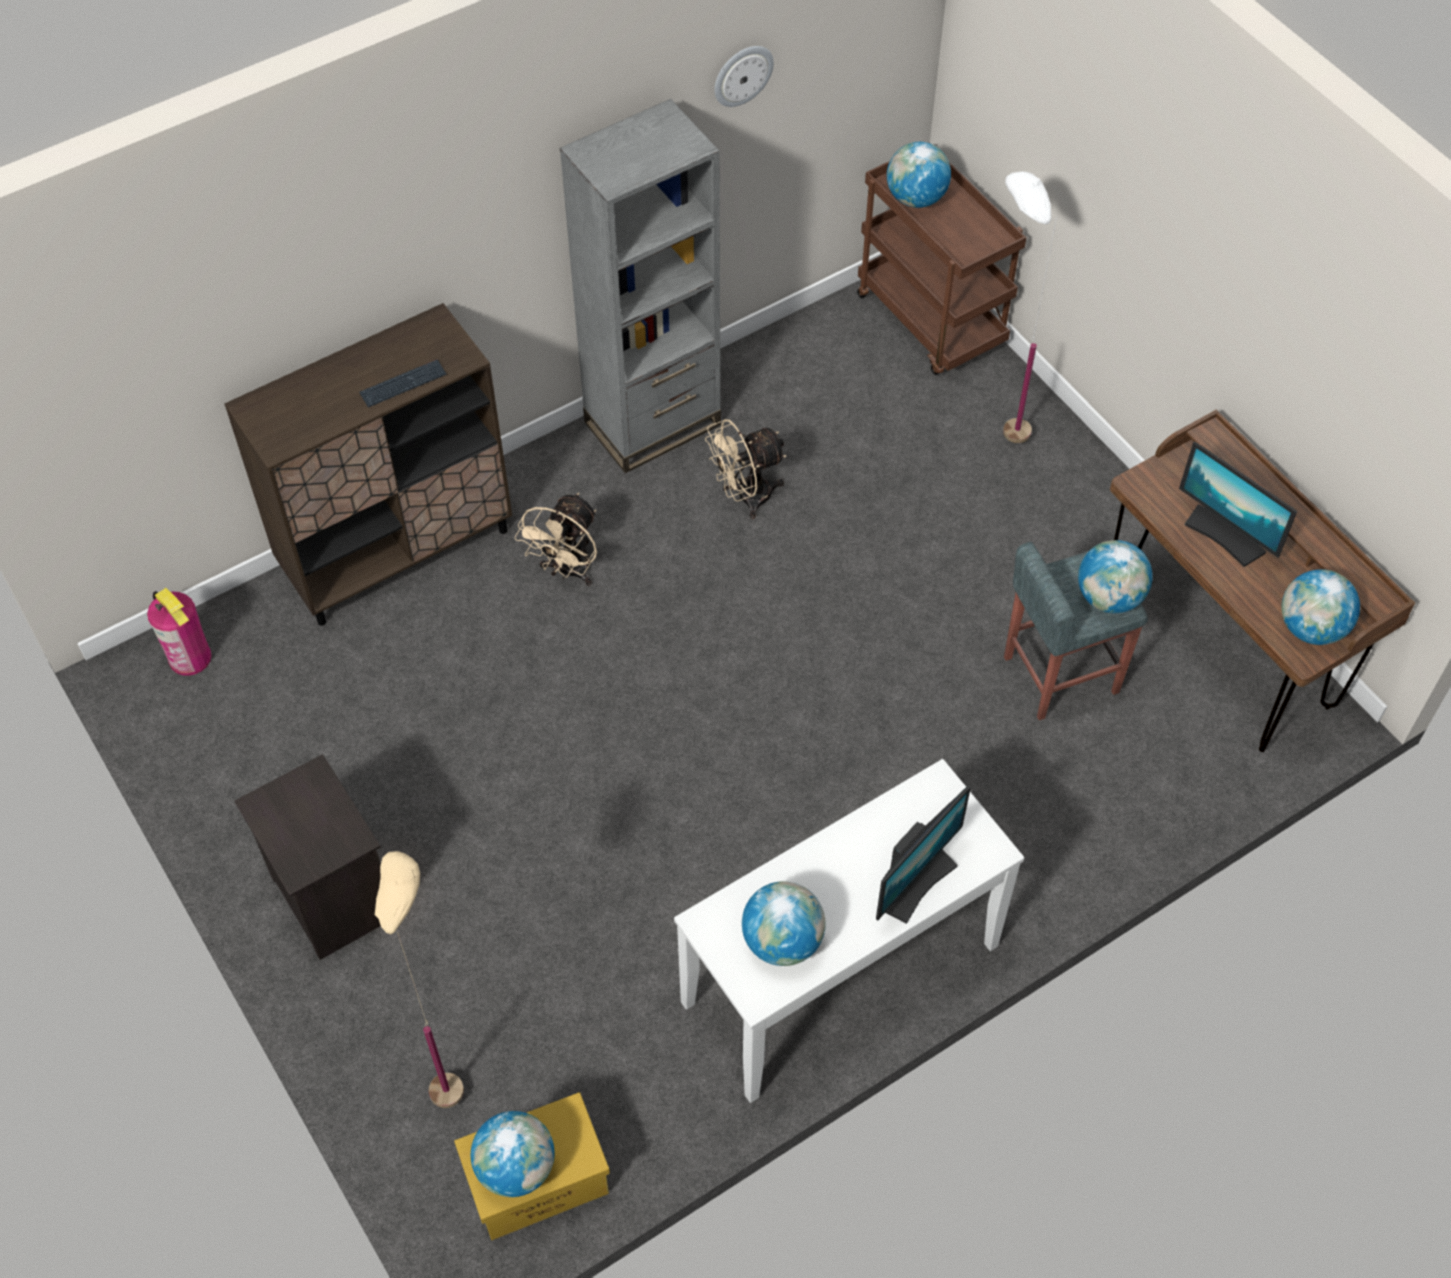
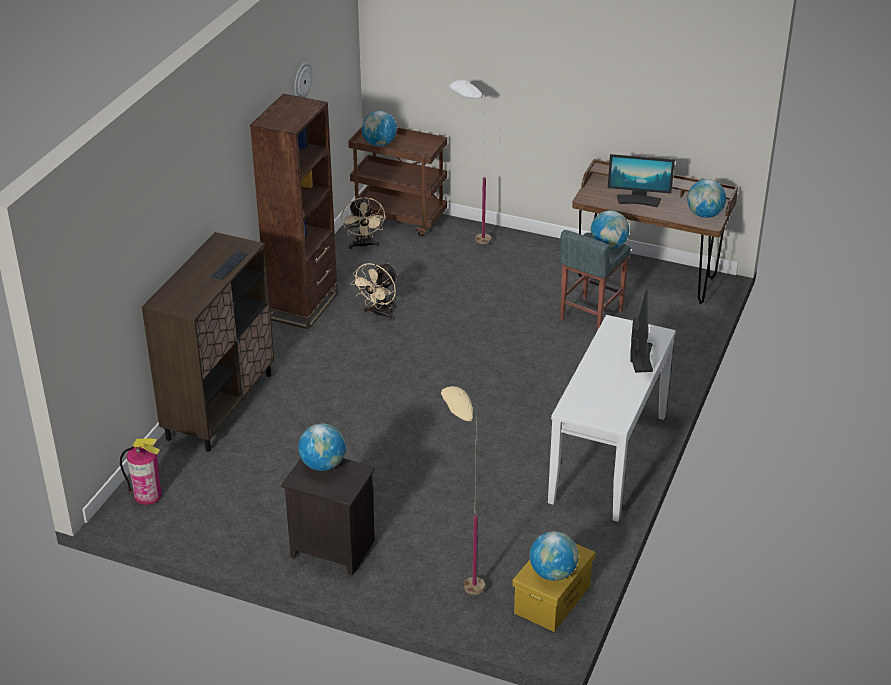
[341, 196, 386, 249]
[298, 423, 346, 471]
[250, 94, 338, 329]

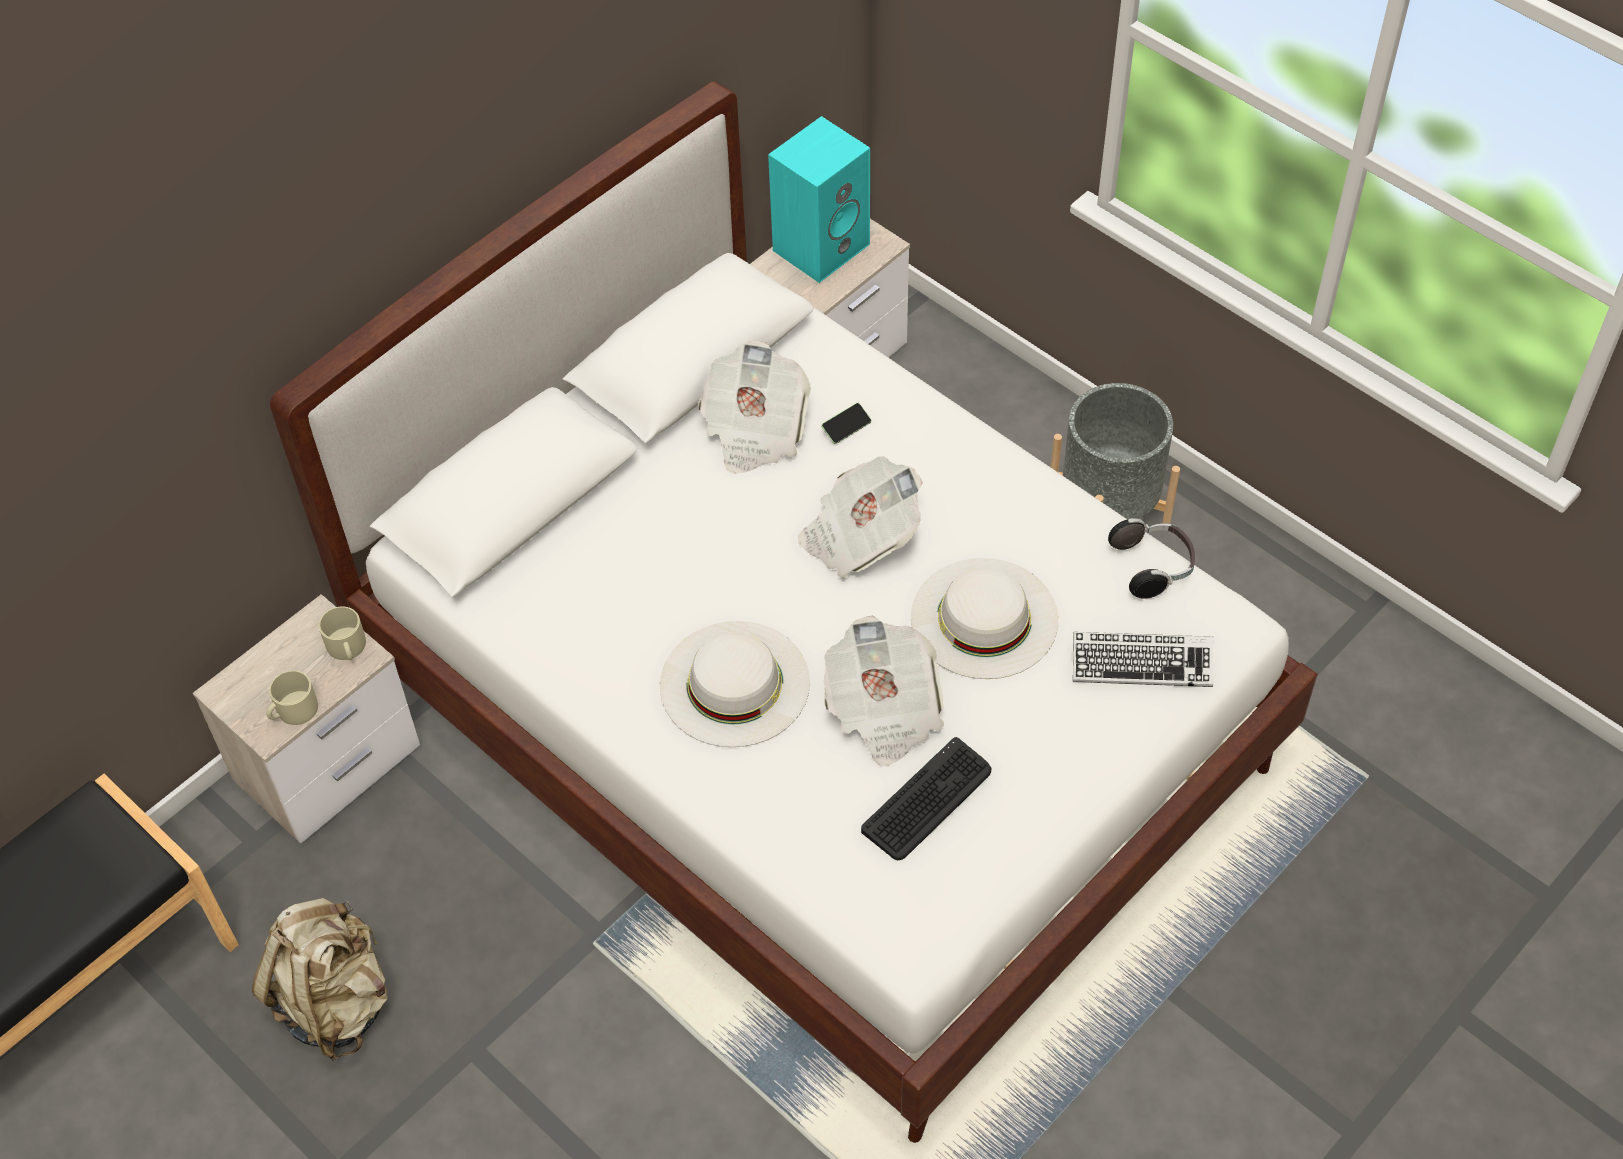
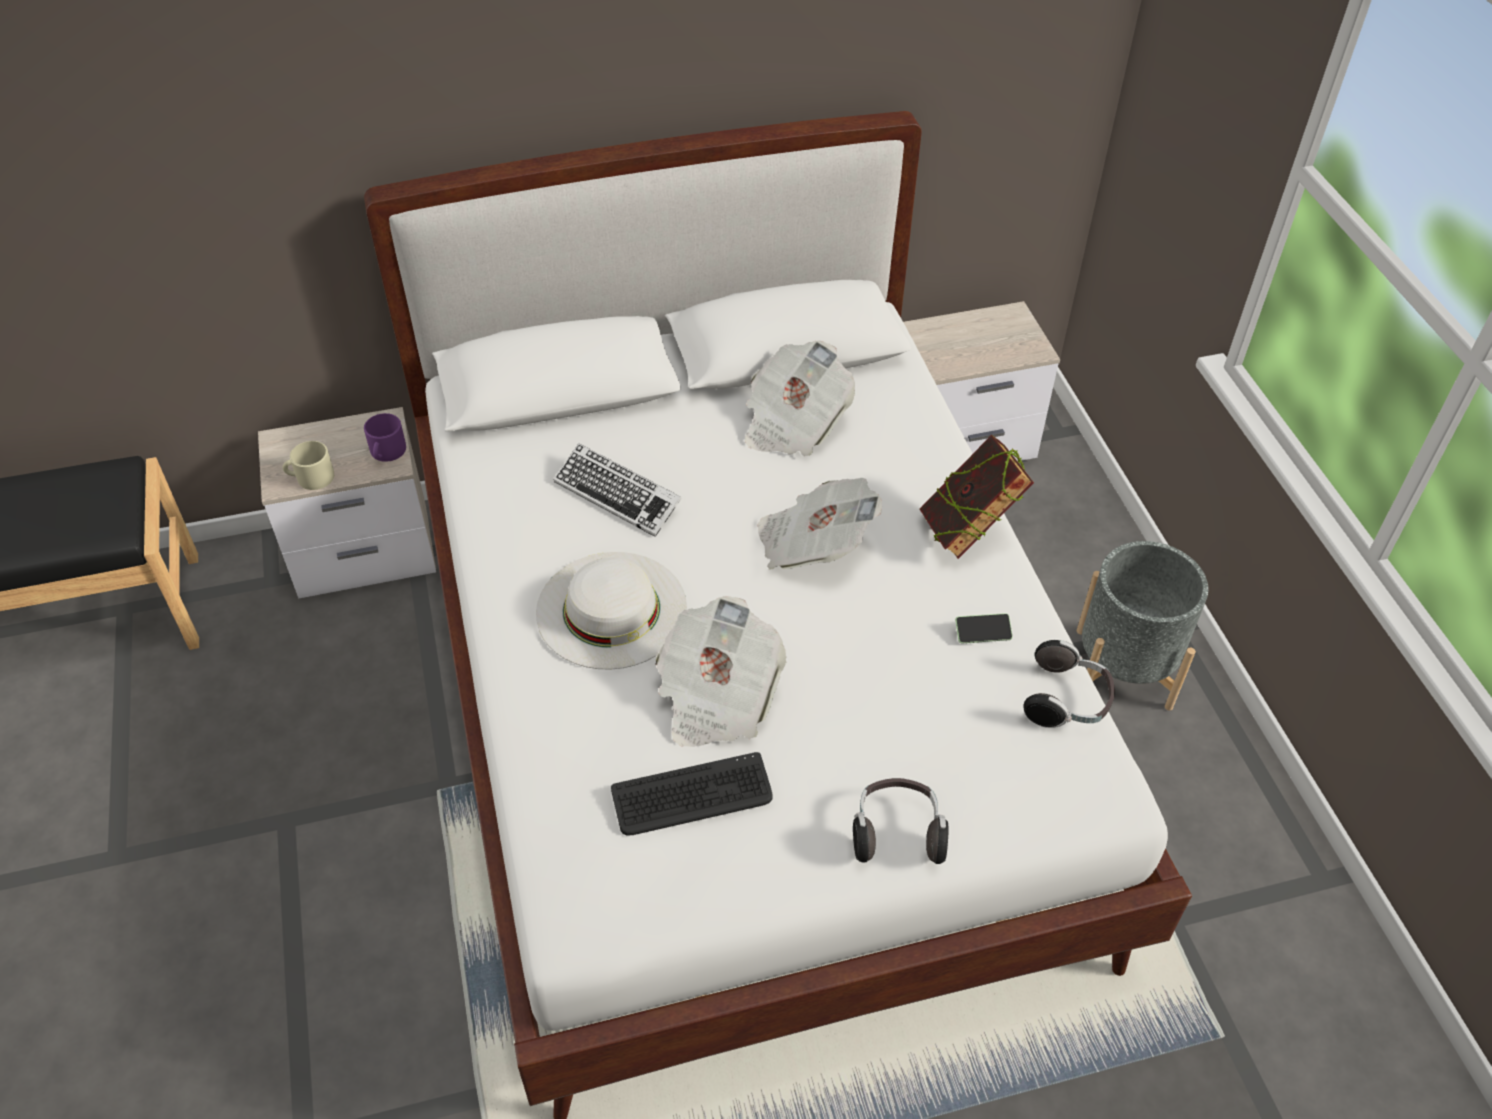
[252, 898, 388, 1061] (first image)
[768, 116, 870, 283] (first image)
[911, 558, 1058, 679] (first image)
[853, 778, 948, 864]
[920, 435, 1034, 559]
[955, 613, 1013, 644]
[553, 443, 682, 537]
[364, 413, 406, 462]

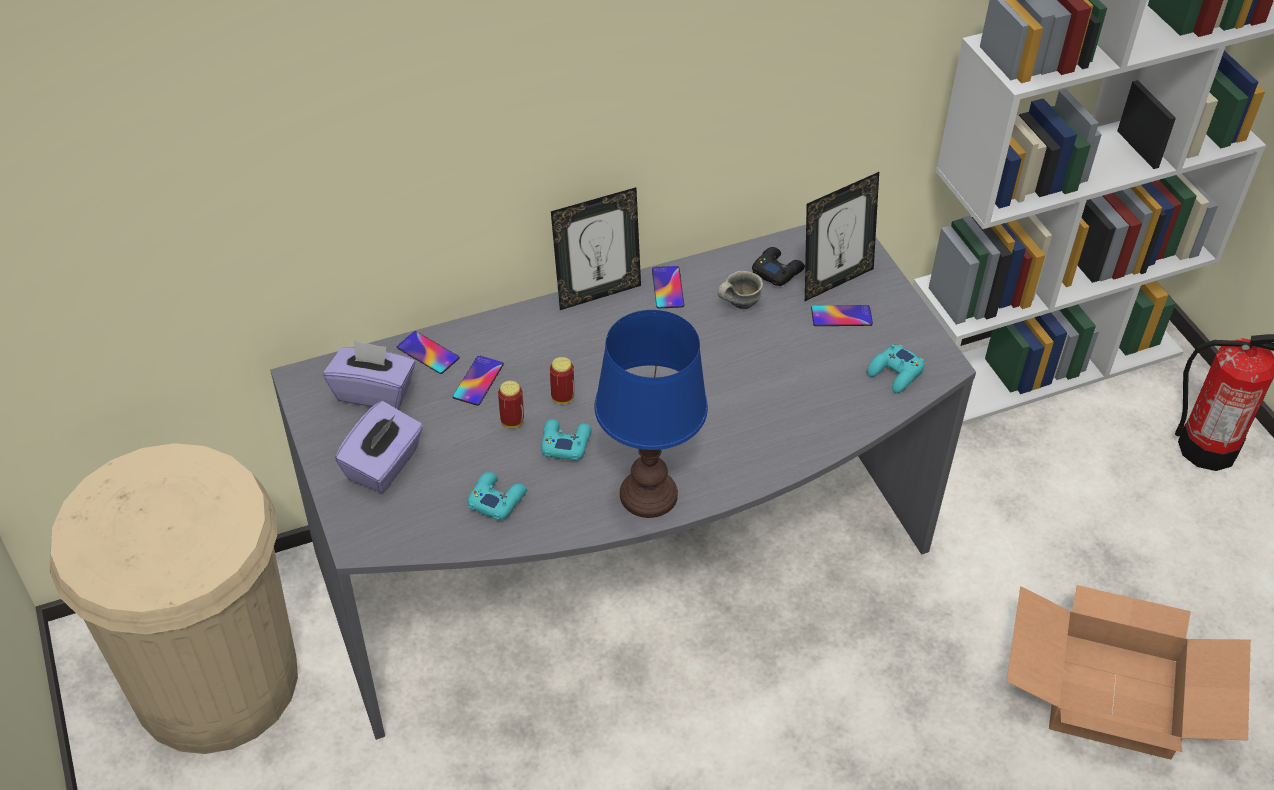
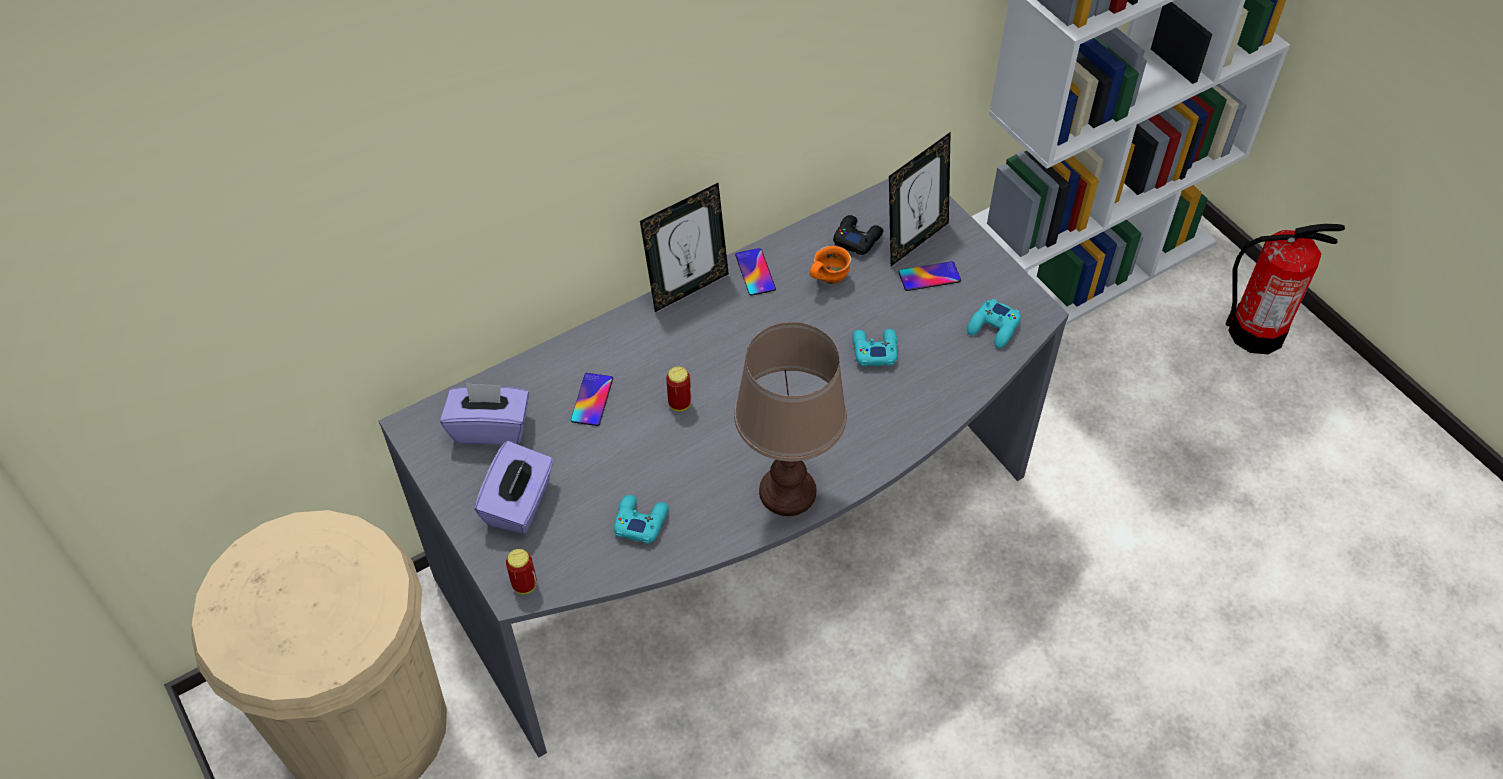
[397, 331, 460, 374] (first image)
[1006, 585, 1251, 760] (first image)
[506, 549, 537, 594]
[852, 329, 898, 366]
[734, 322, 847, 516]
[809, 246, 851, 284]

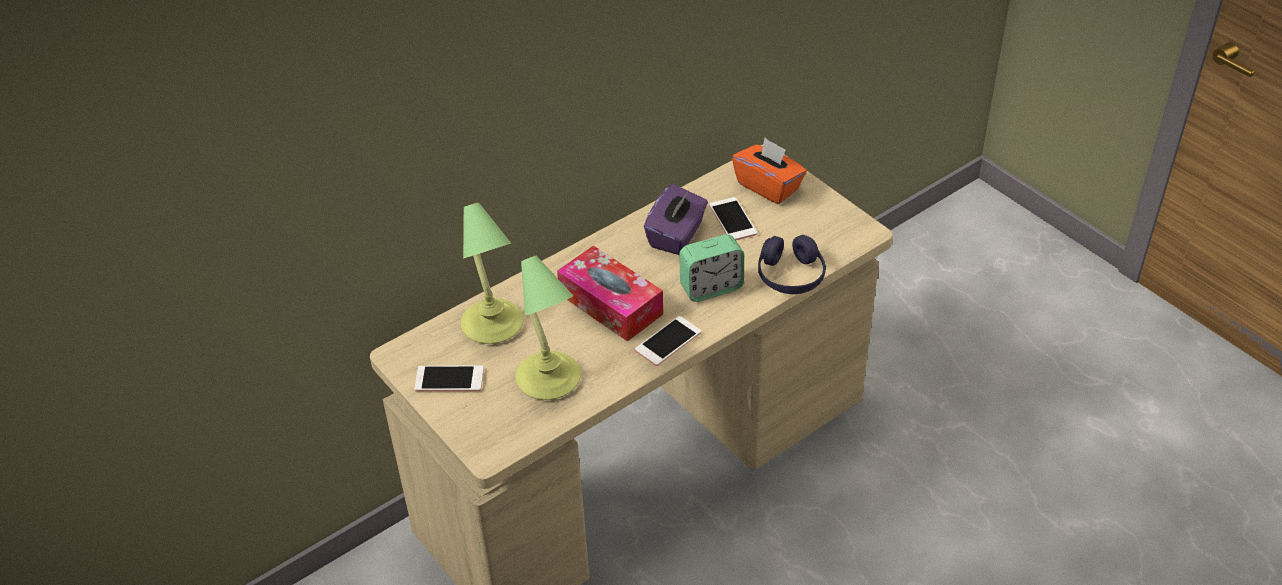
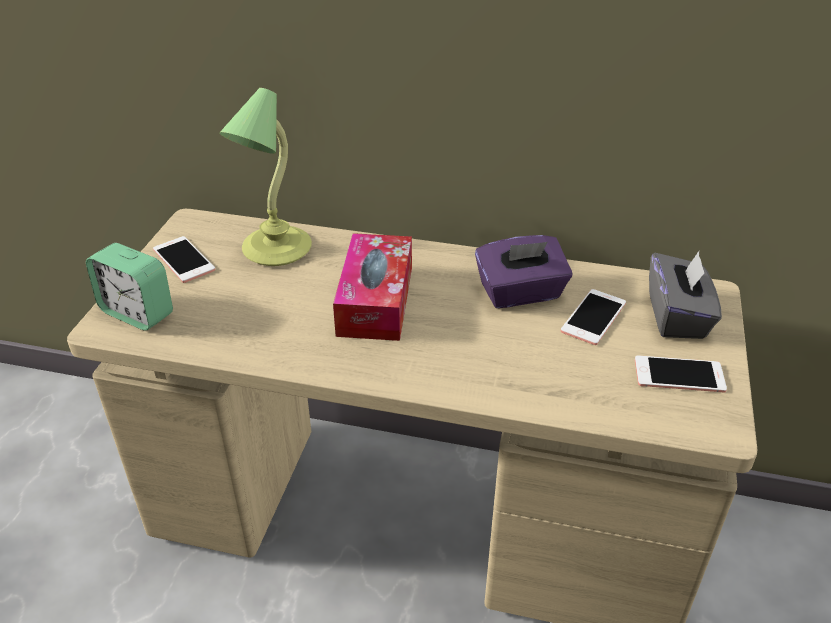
[515, 256, 581, 400] (first image)
[758, 235, 826, 294] (first image)
[635, 355, 727, 393]
[86, 243, 173, 331]
[649, 251, 722, 339]

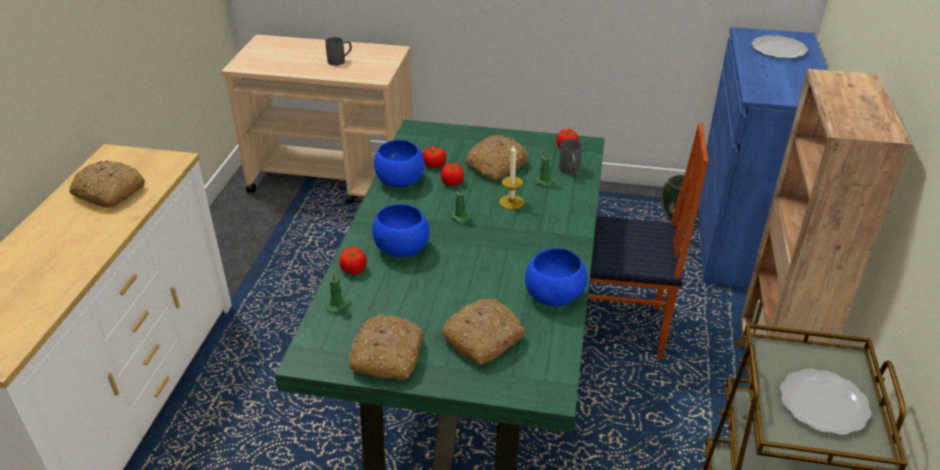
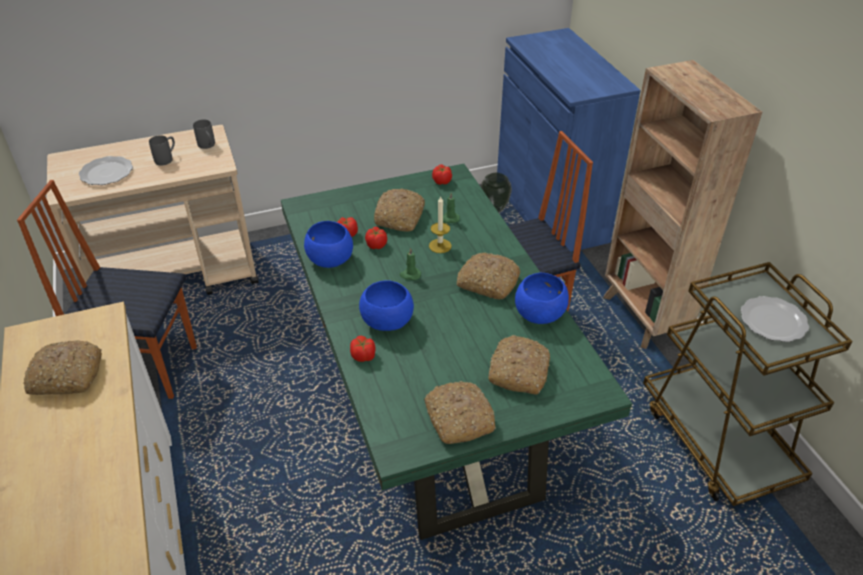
[325, 272, 352, 313] (first image)
[17, 180, 197, 399]
[457, 252, 520, 299]
[193, 120, 215, 149]
[79, 156, 133, 185]

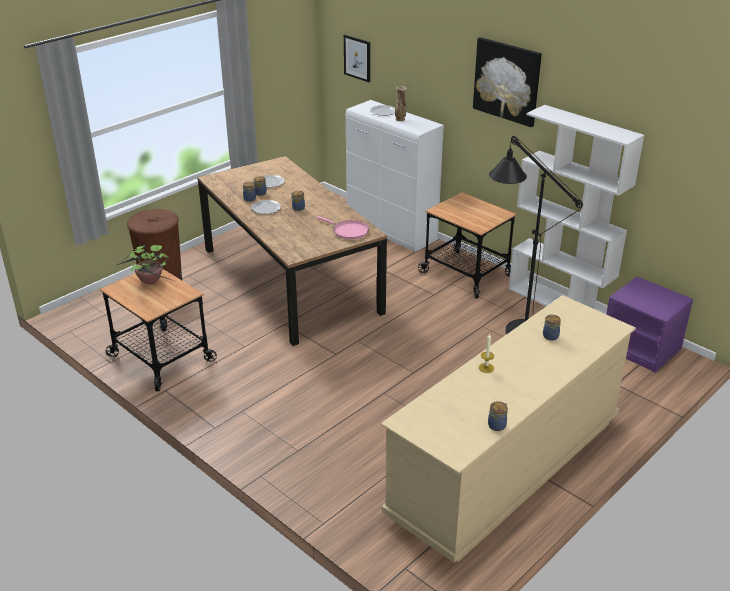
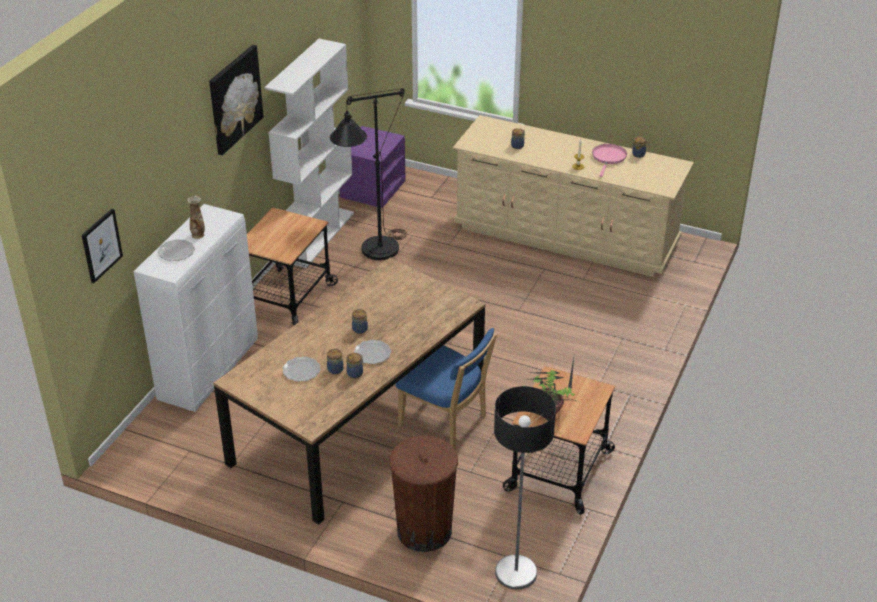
[396, 328, 497, 450]
[494, 386, 556, 589]
[592, 144, 627, 177]

